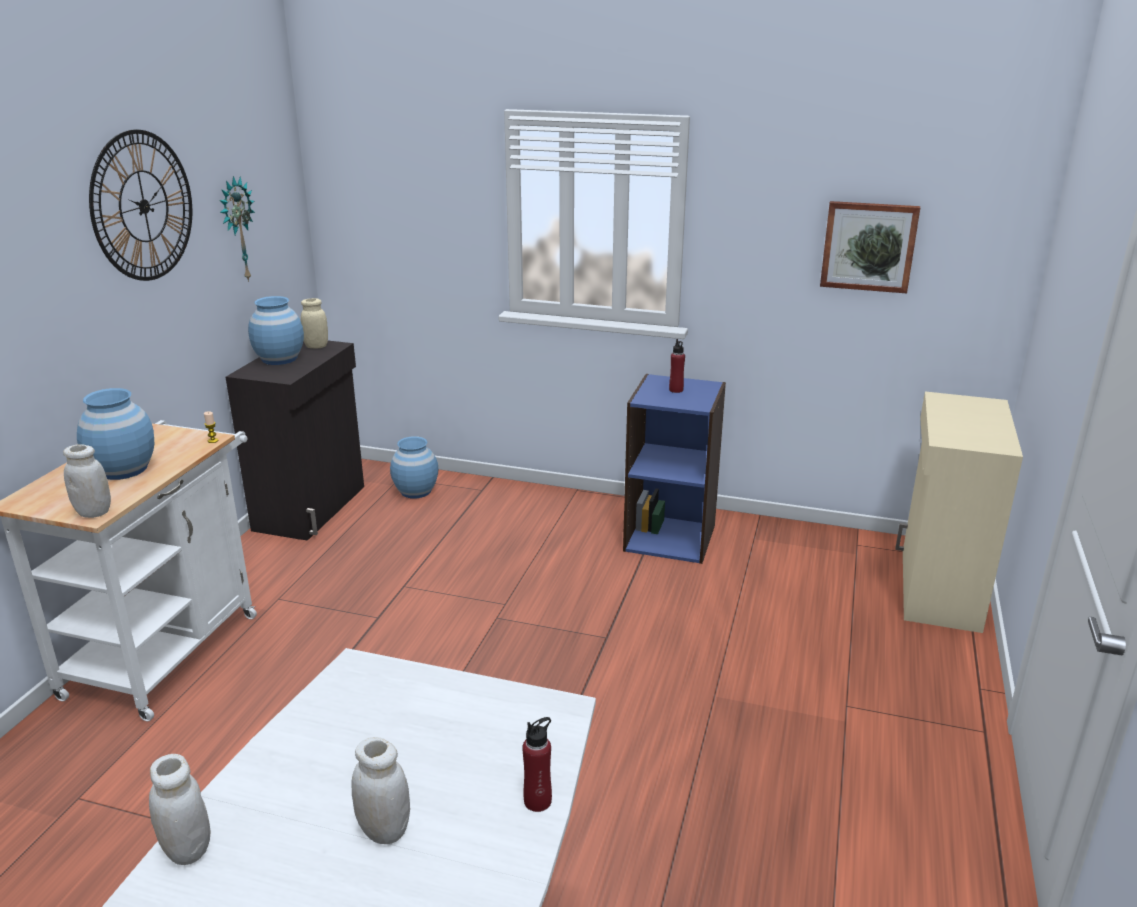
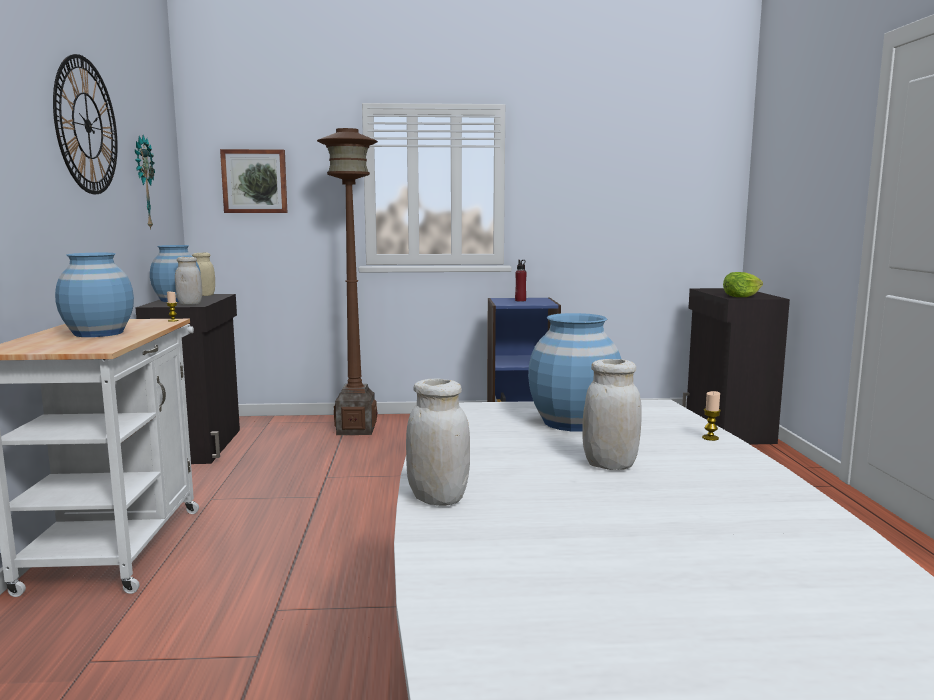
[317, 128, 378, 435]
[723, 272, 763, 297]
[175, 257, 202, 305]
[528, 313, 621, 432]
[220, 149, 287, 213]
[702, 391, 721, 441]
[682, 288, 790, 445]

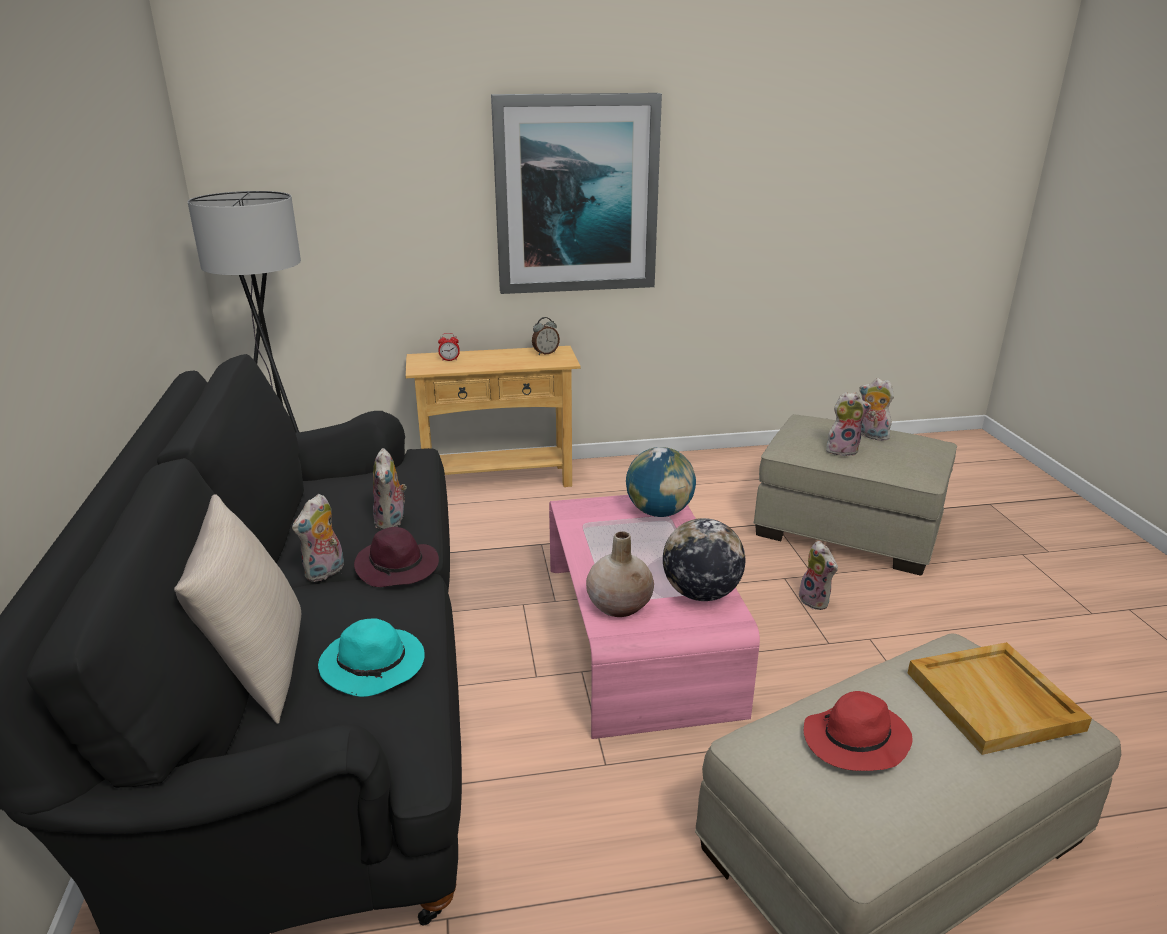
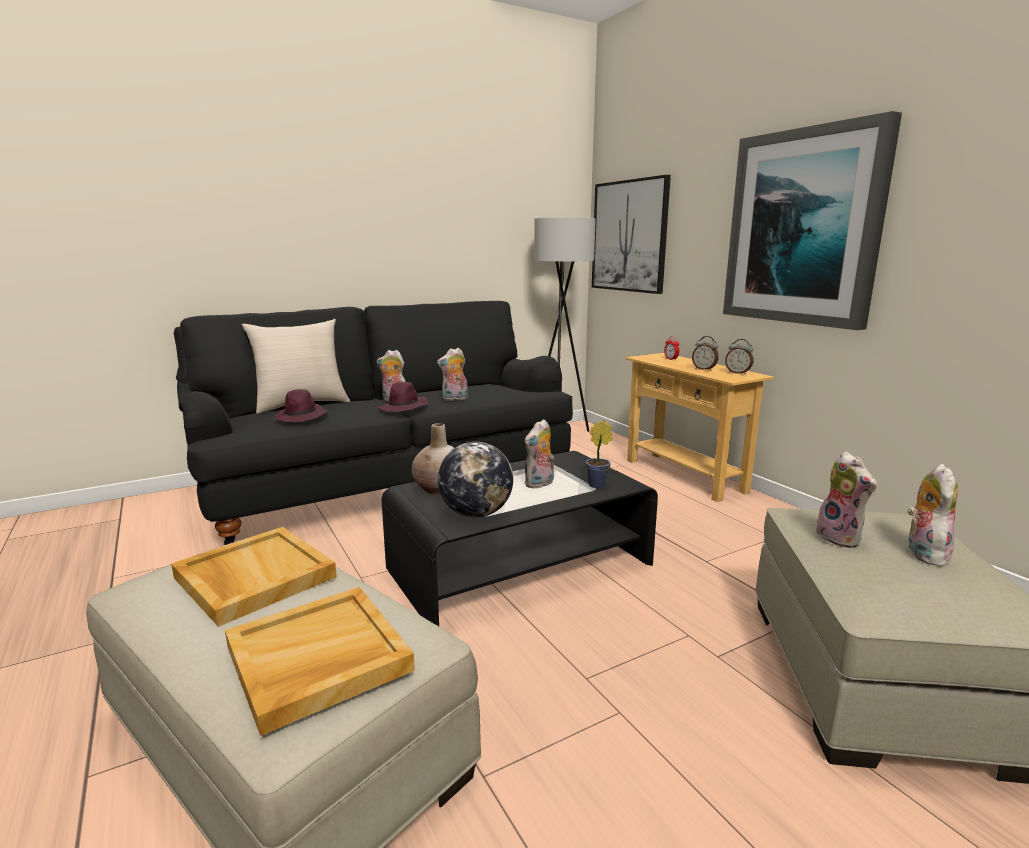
[592, 175, 671, 294]
[692, 336, 719, 371]
[525, 419, 554, 489]
[586, 420, 613, 488]
[171, 527, 337, 627]
[274, 389, 328, 422]
[382, 451, 658, 626]

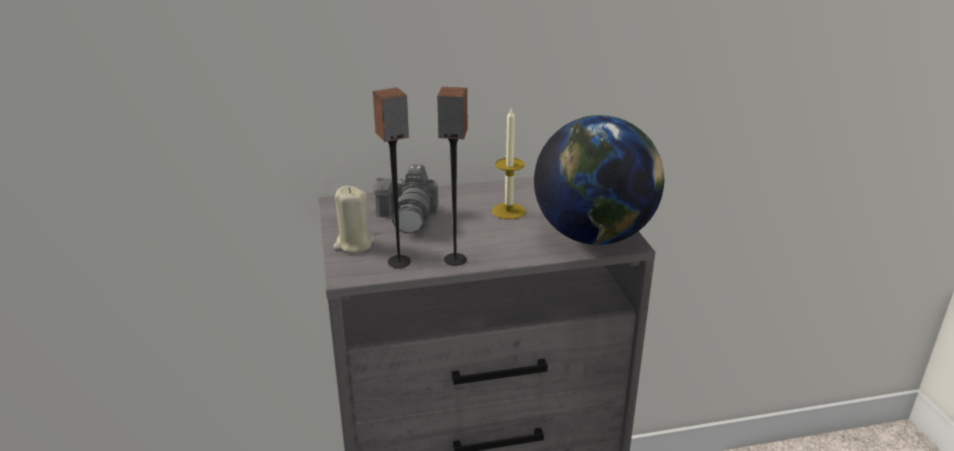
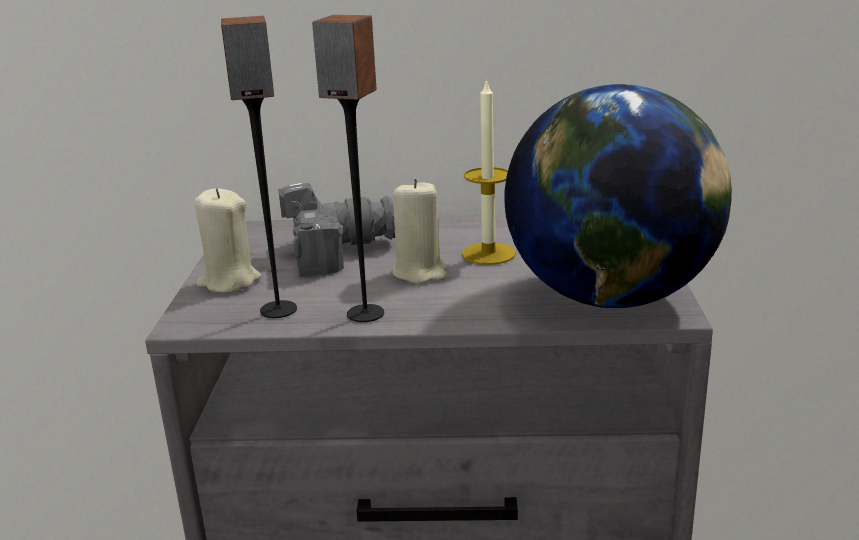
[393, 179, 447, 284]
[278, 183, 395, 277]

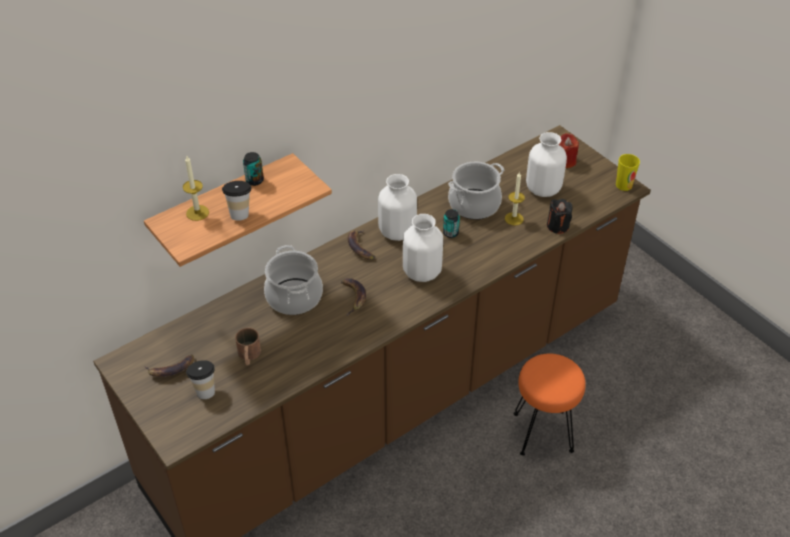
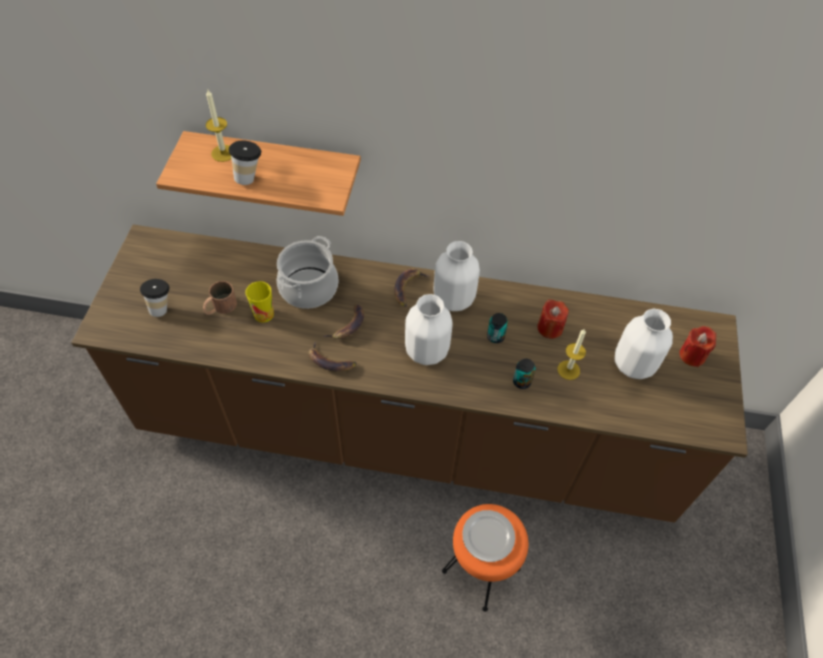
[547, 199, 572, 234] (first image)
[462, 510, 515, 562]
[308, 342, 356, 371]
[513, 359, 536, 389]
[246, 281, 274, 323]
[537, 299, 569, 339]

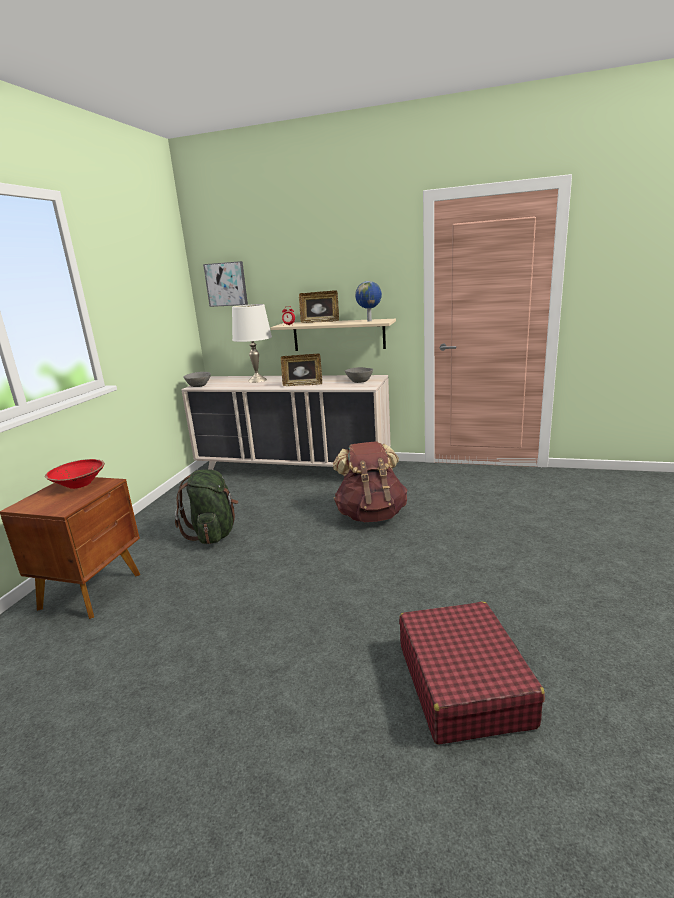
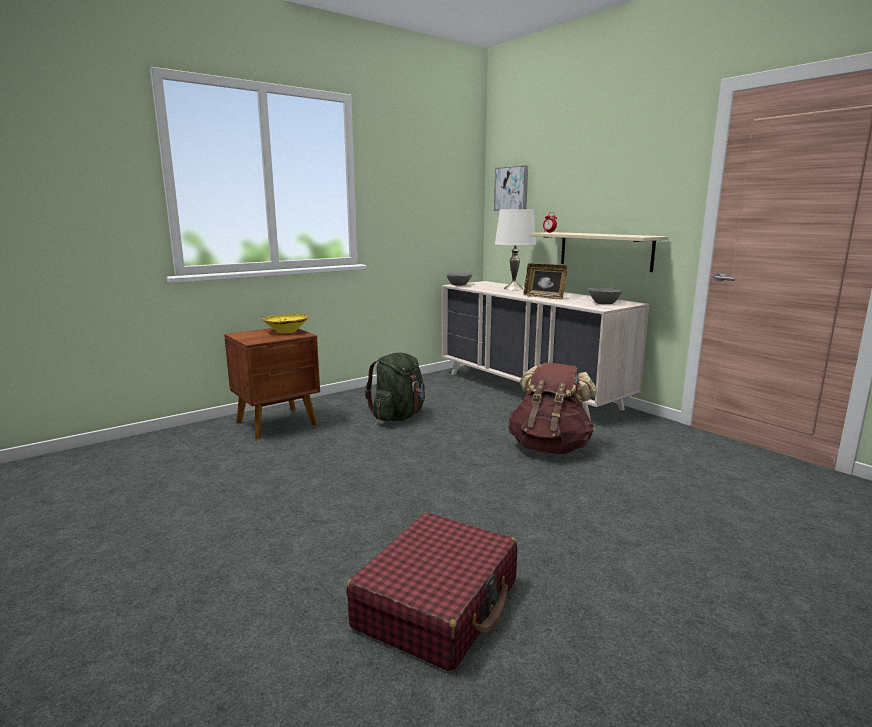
[299, 290, 339, 323] (first image)
[355, 281, 382, 321] (first image)
[262, 314, 309, 333]

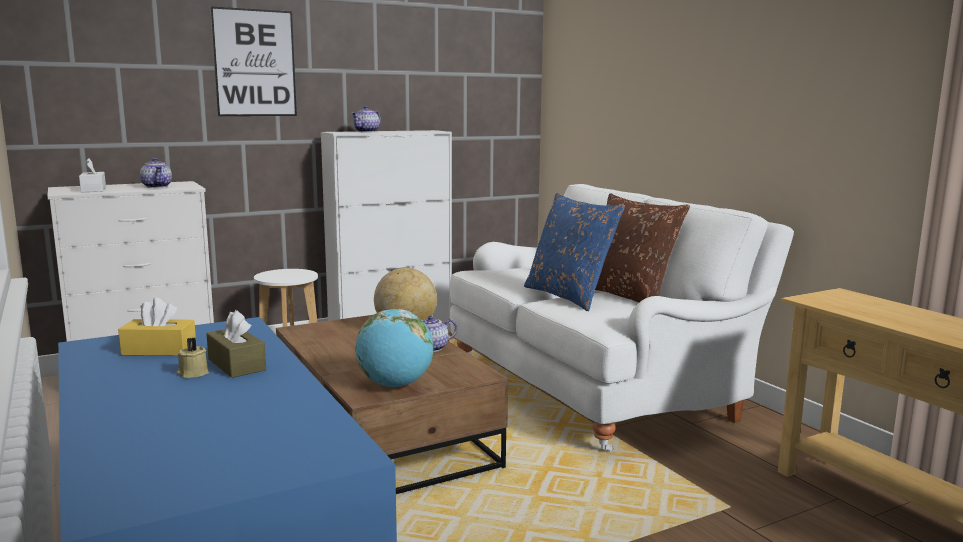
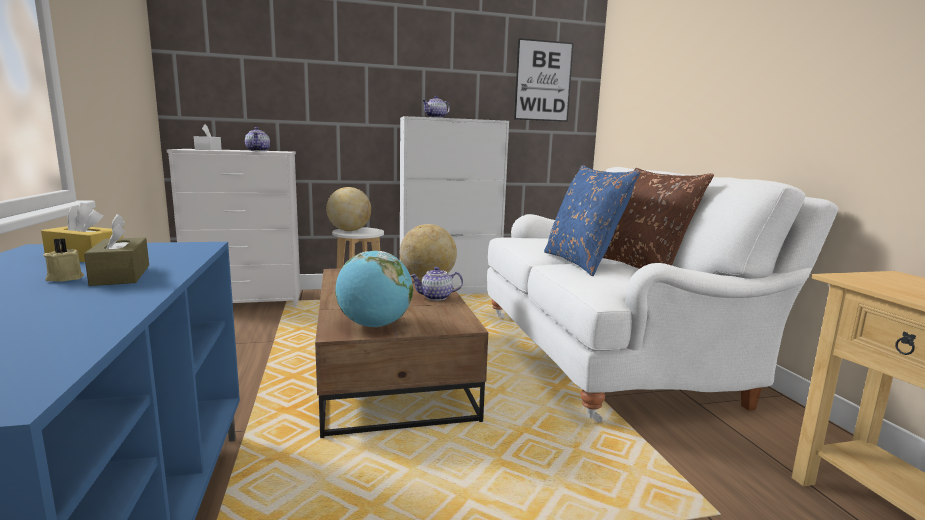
[326, 187, 371, 231]
[514, 38, 574, 122]

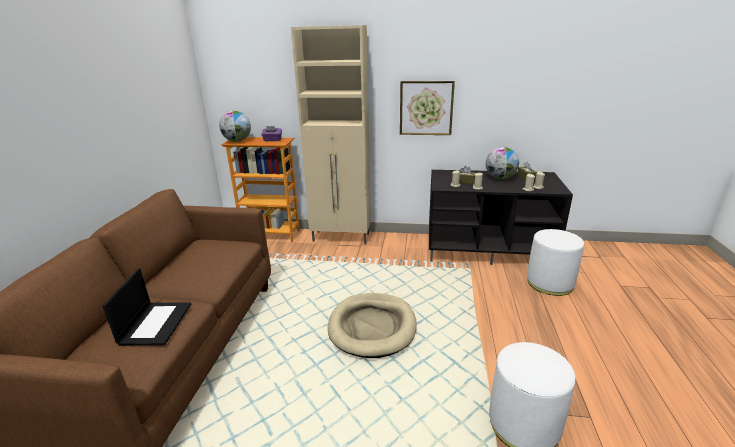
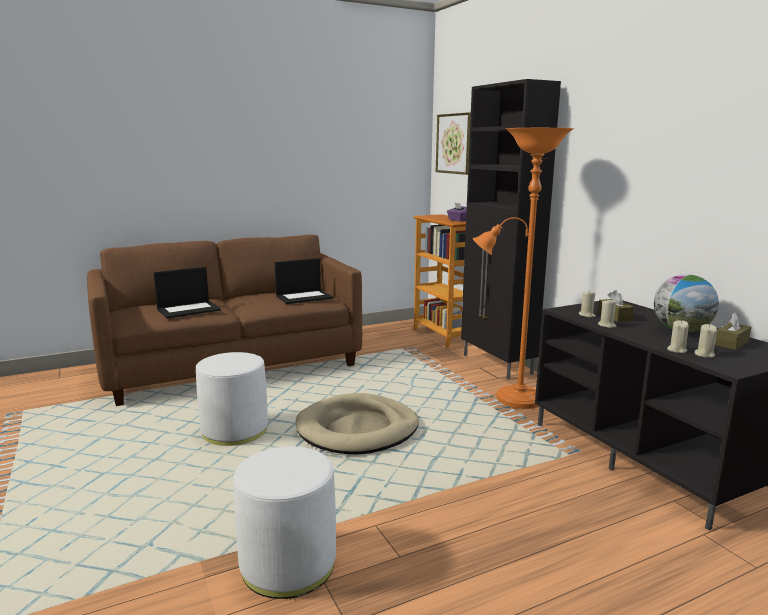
[219, 111, 251, 142] (first image)
[275, 258, 333, 304]
[472, 128, 574, 409]
[436, 112, 471, 175]
[196, 352, 268, 446]
[461, 79, 561, 380]

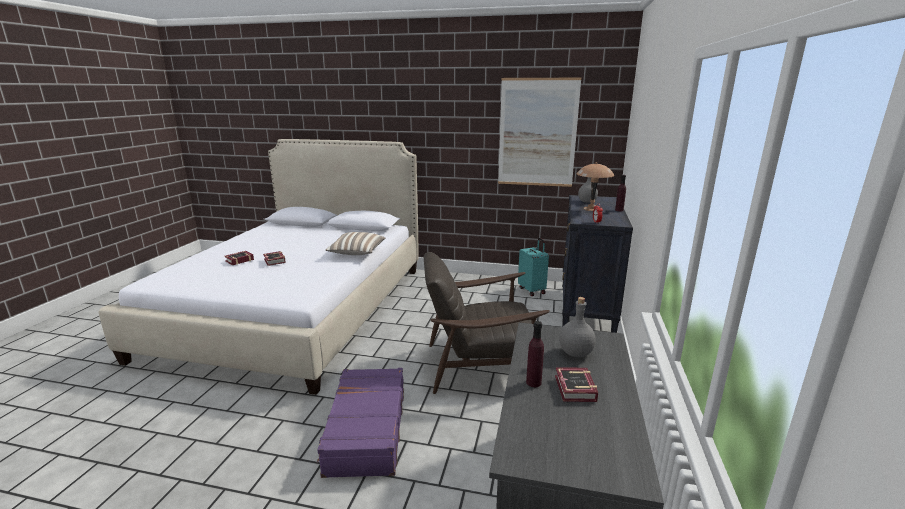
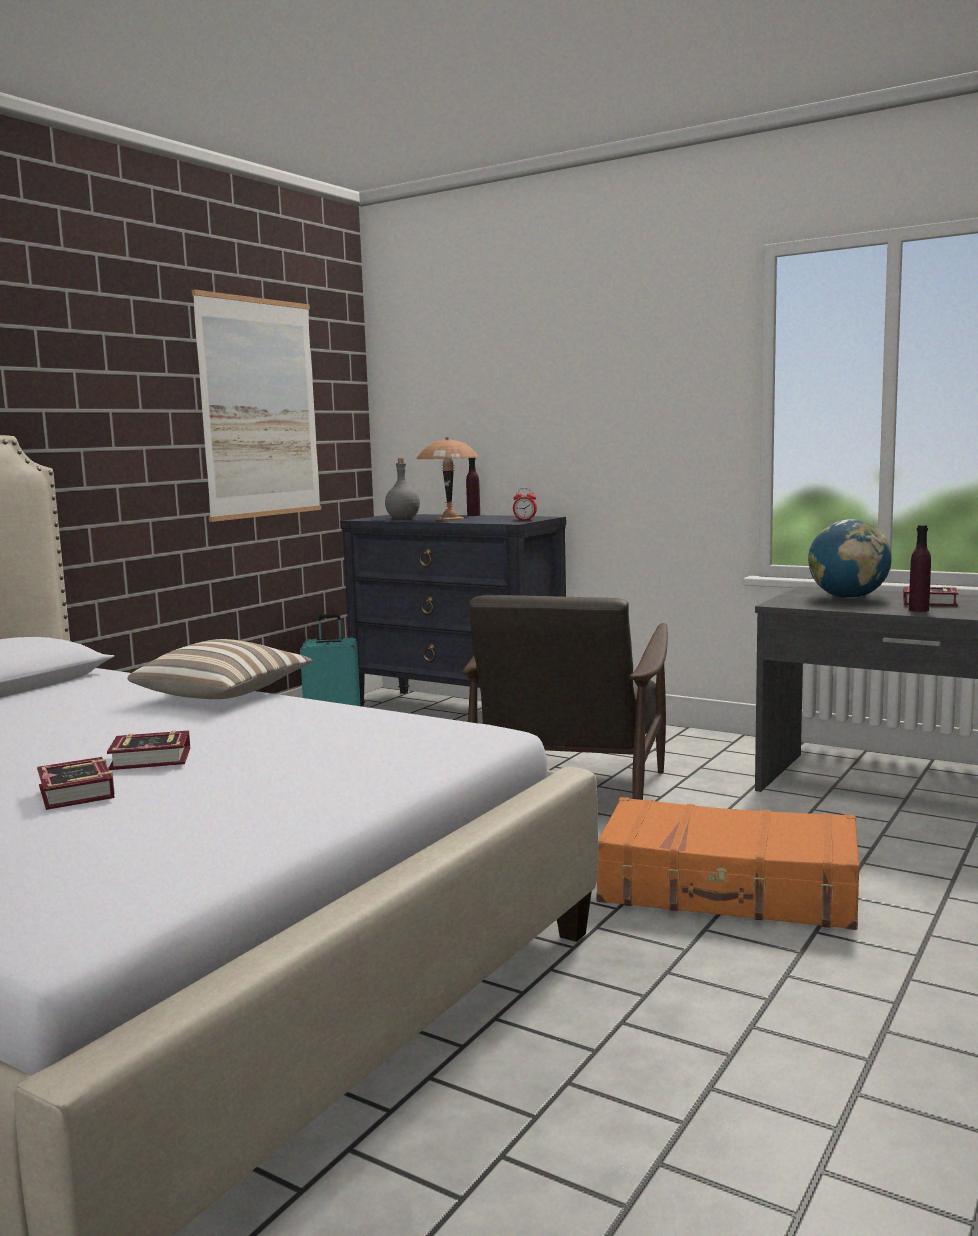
[808, 519, 892, 598]
[596, 797, 860, 930]

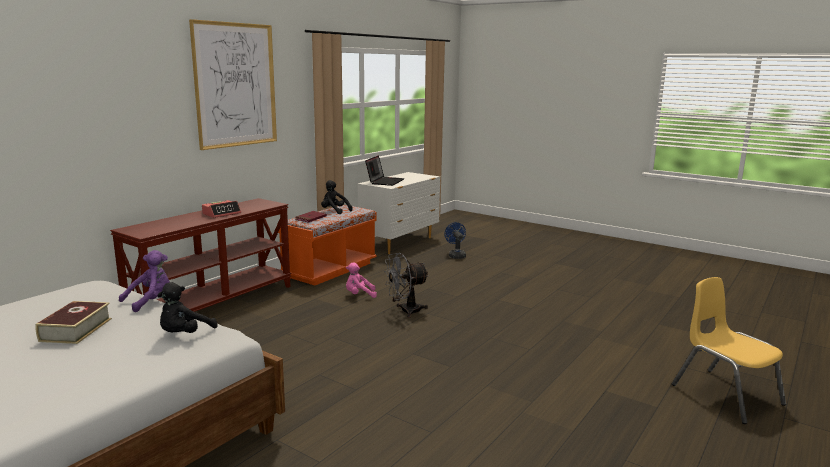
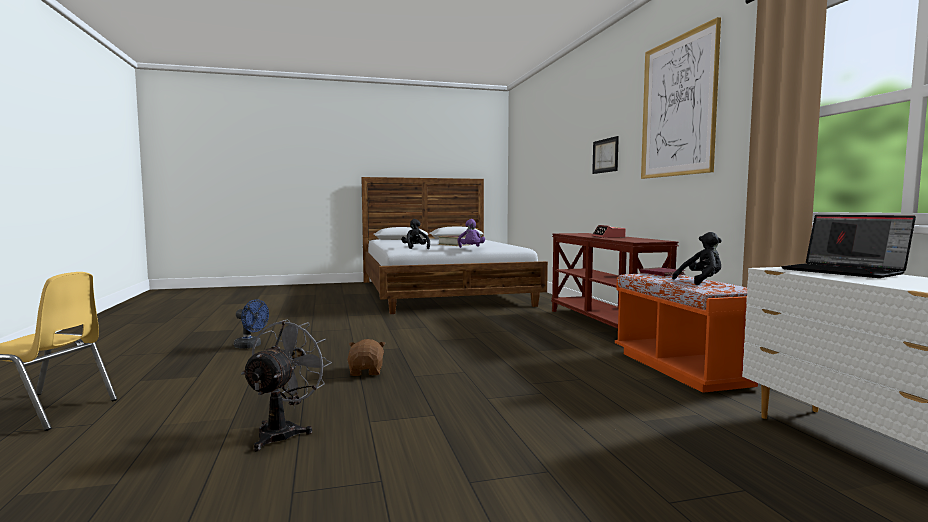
[346, 263, 377, 298] (first image)
[348, 339, 386, 376]
[592, 136, 619, 174]
[241, 319, 332, 451]
[234, 299, 269, 349]

